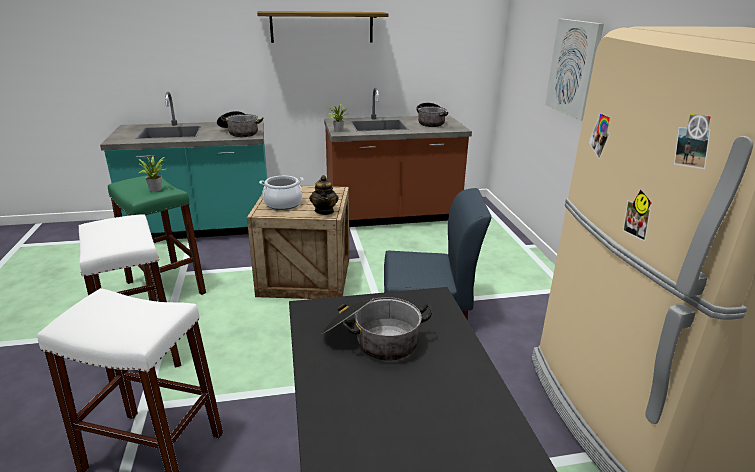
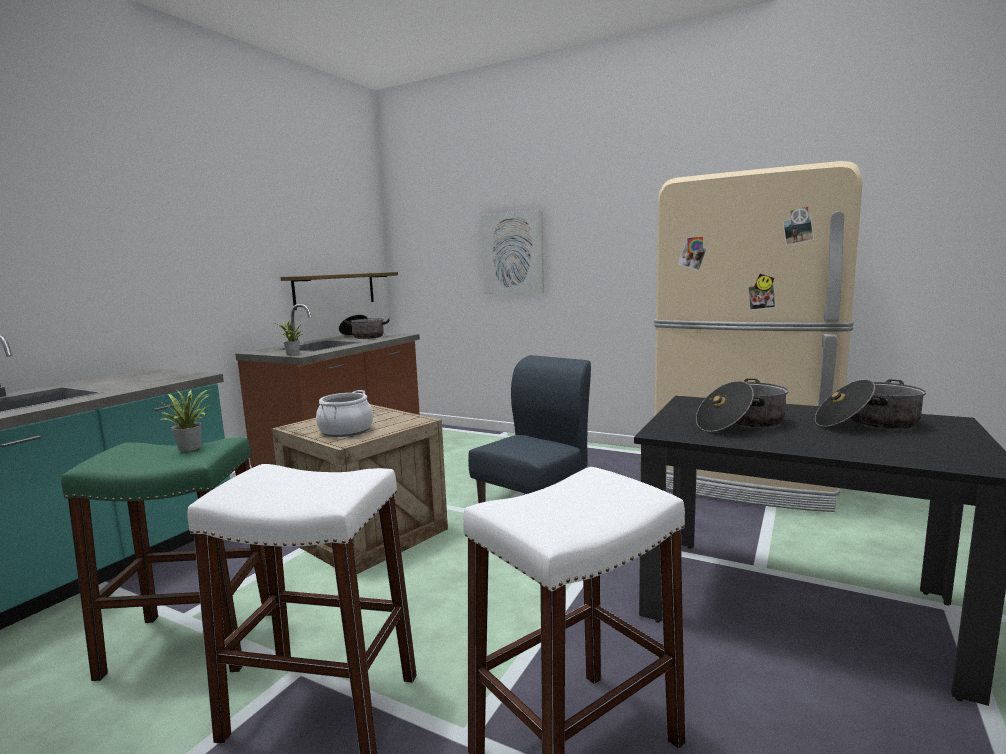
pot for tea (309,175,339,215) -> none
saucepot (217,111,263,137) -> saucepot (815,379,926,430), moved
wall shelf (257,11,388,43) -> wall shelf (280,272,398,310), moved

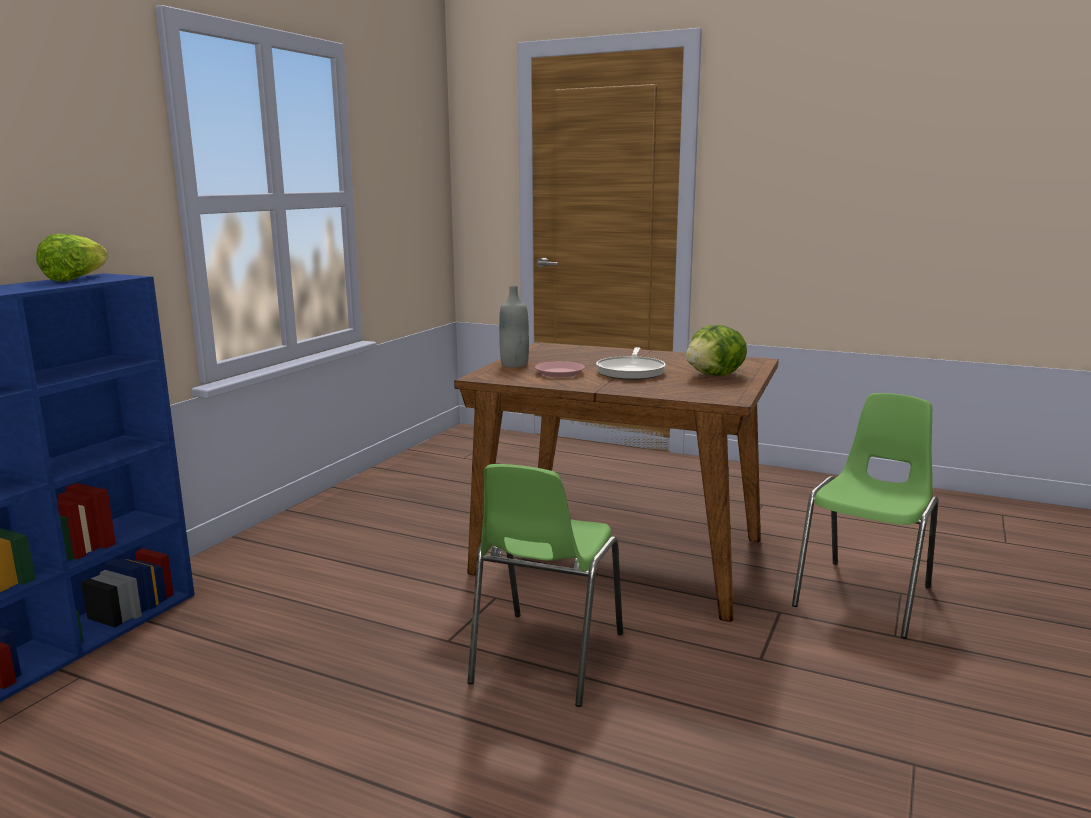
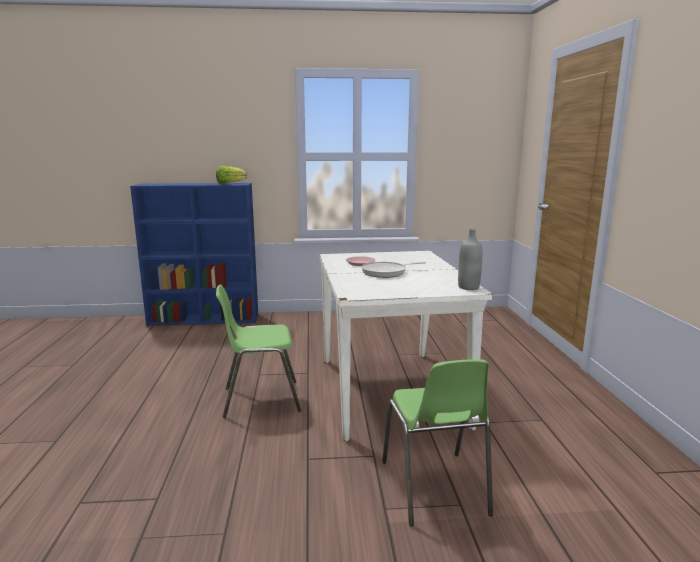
lettuce (685,325,747,376) -> none
gray beverage bottle (499,285,529,368) -> gray beverage bottle (458,229,482,290), moved
brown-coloured dinner table (454,342,779,622) -> whitish dinner table (319,251,493,441)
green-coloured chair (792,393,938,639) -> green-coloured chair (382,359,493,526), 75 degrees clockwise

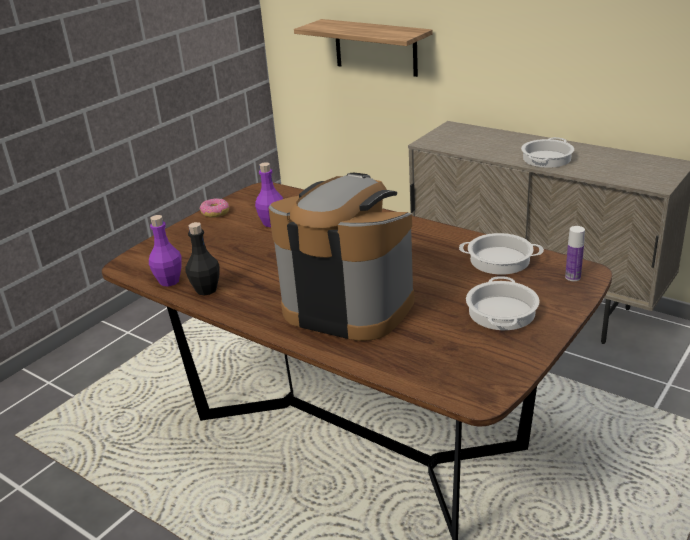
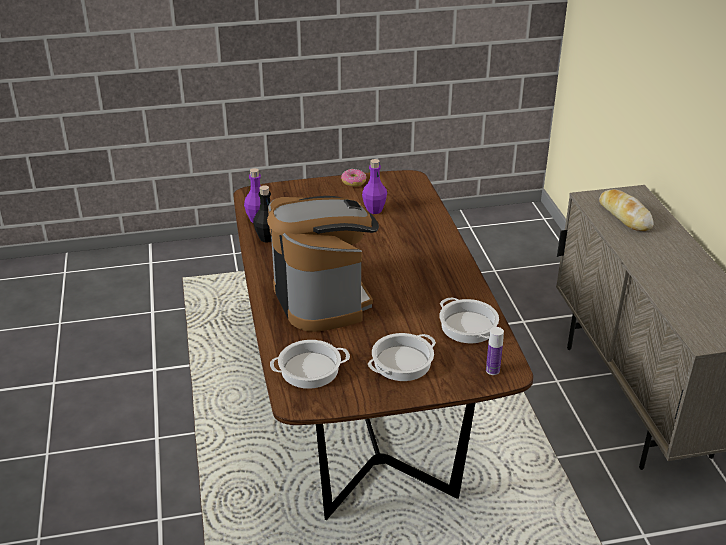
wall shelf (294,19,433,77) -> none
none -> bakery bread (599,189,654,231)
saucepot (521,137,574,168) -> saucepot (270,340,350,389), moved

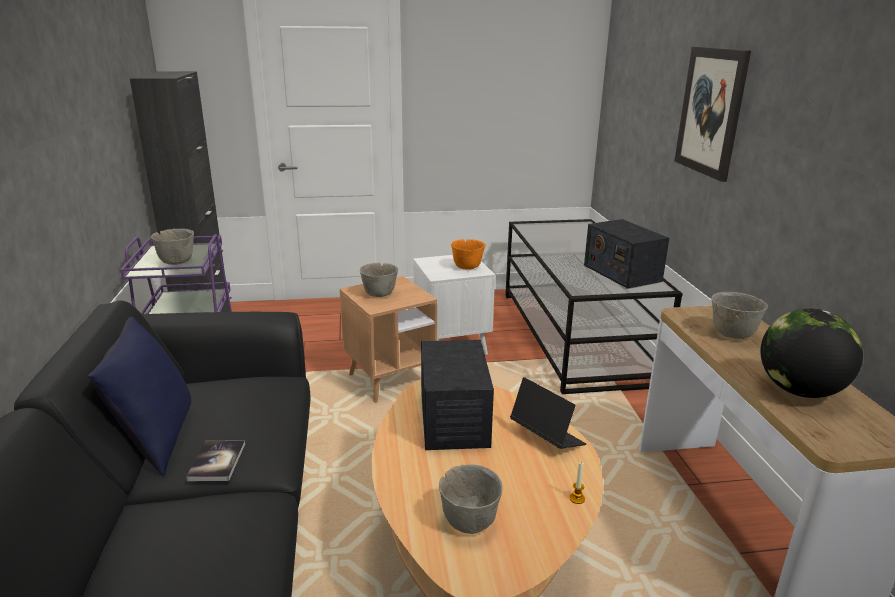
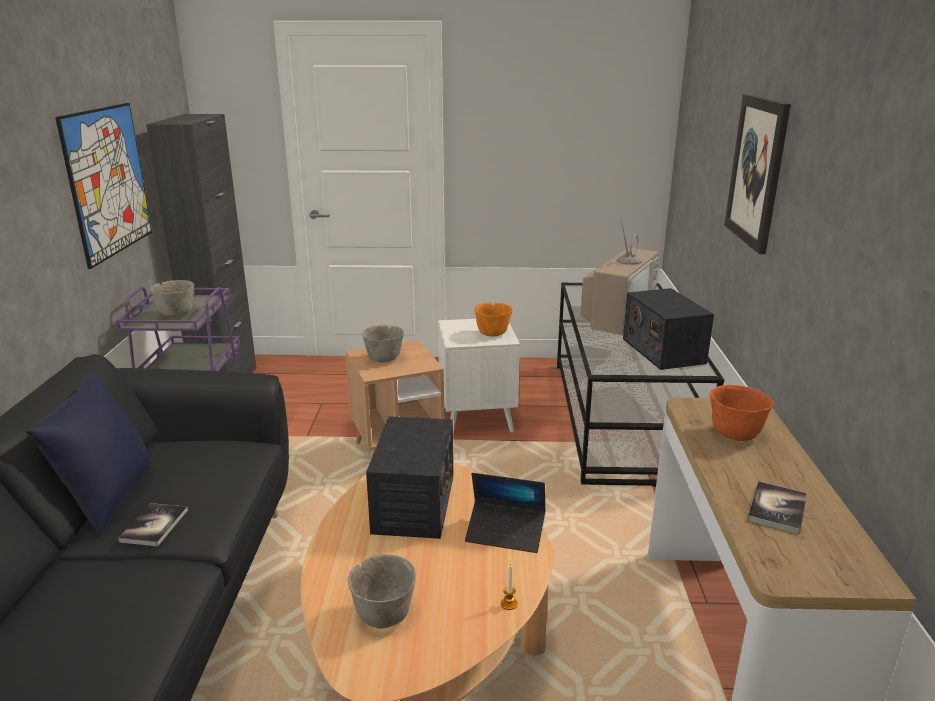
none -> wall picture (55,103,152,269)
none -> television (580,206,659,335)
globe (760,309,863,398) -> book (748,481,807,534)
gray bowl (711,292,768,339) -> orange bowl (710,385,773,441)
notebook computer (510,377,586,449) -> notebook computer (465,473,546,553), 135 degrees clockwise

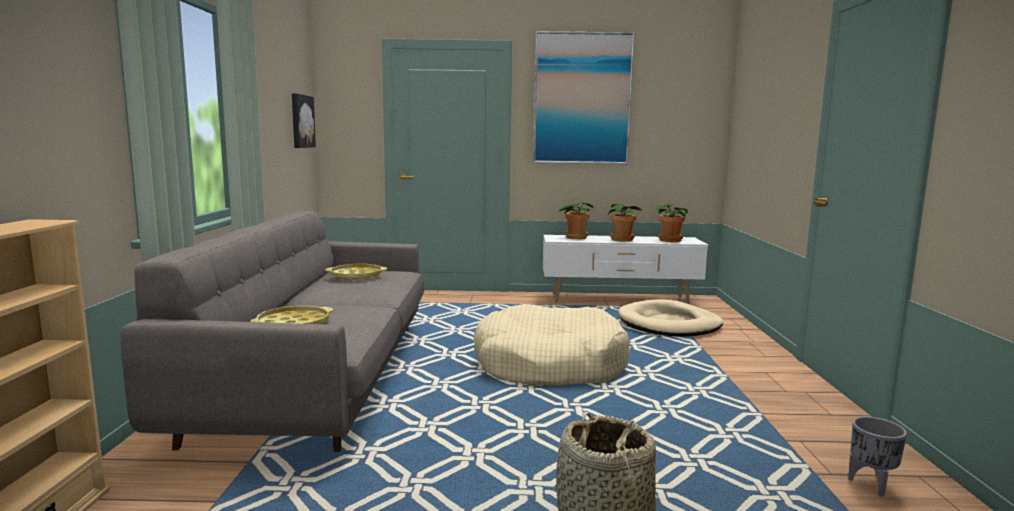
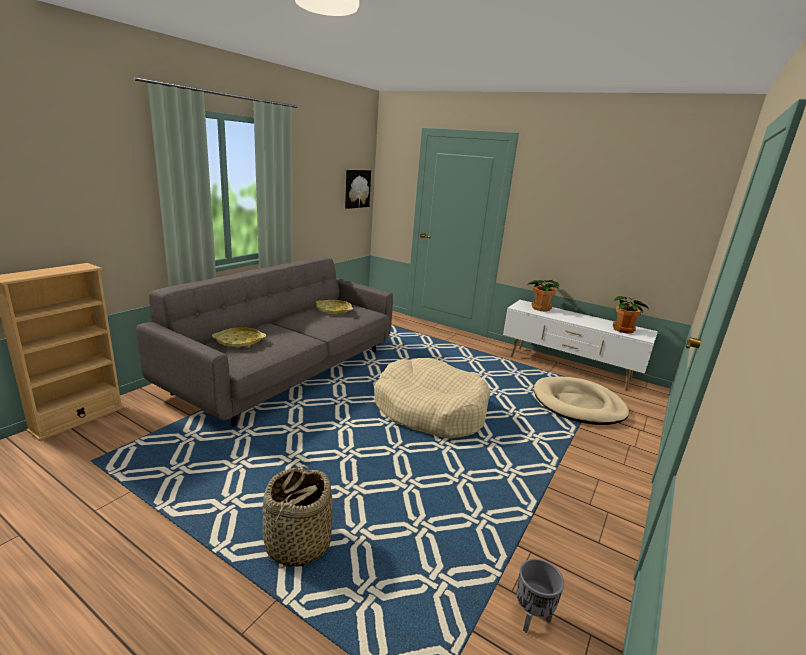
wall picture (533,31,634,164) -> none
houseplant (608,203,642,242) -> none

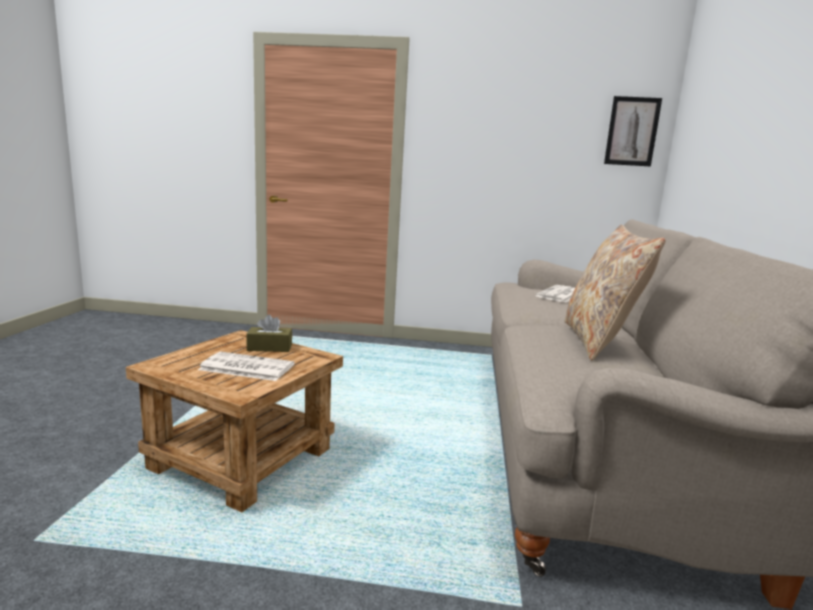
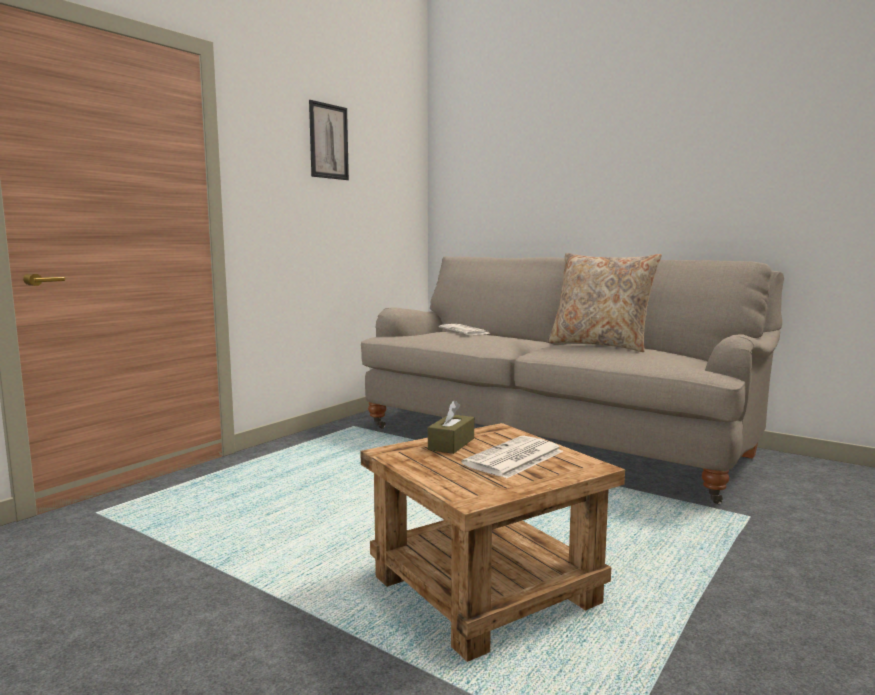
wall picture (604,96,662,166) -> wall picture (309,100,349,180), moved

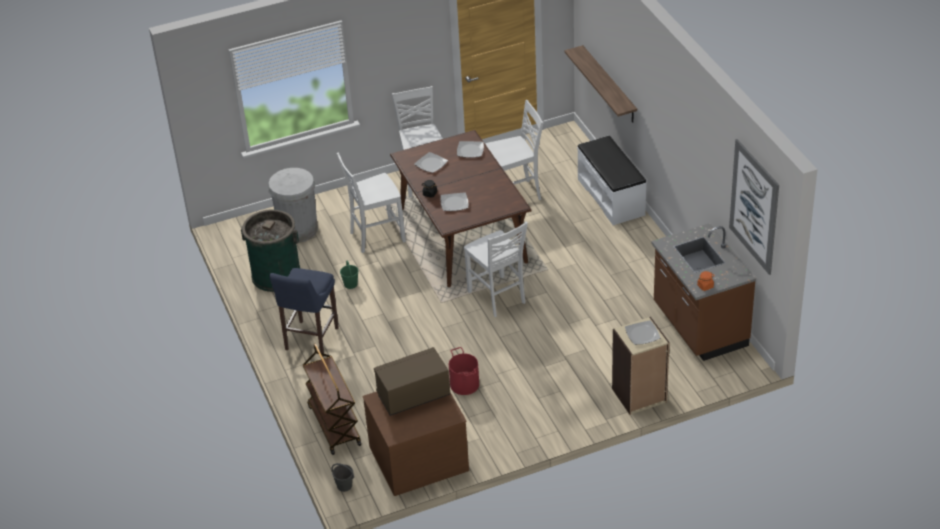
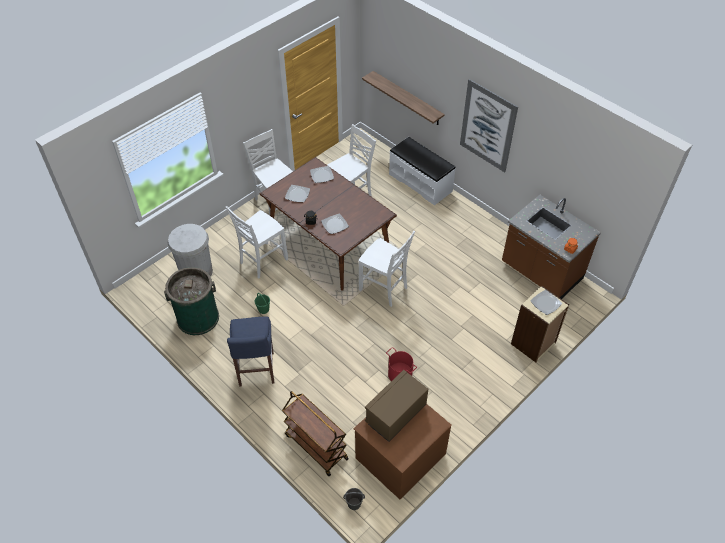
wall picture (729,139,779,275) -> wall picture (460,79,518,172), moved

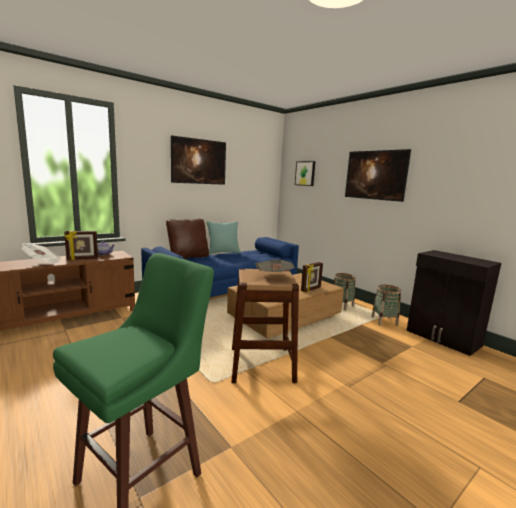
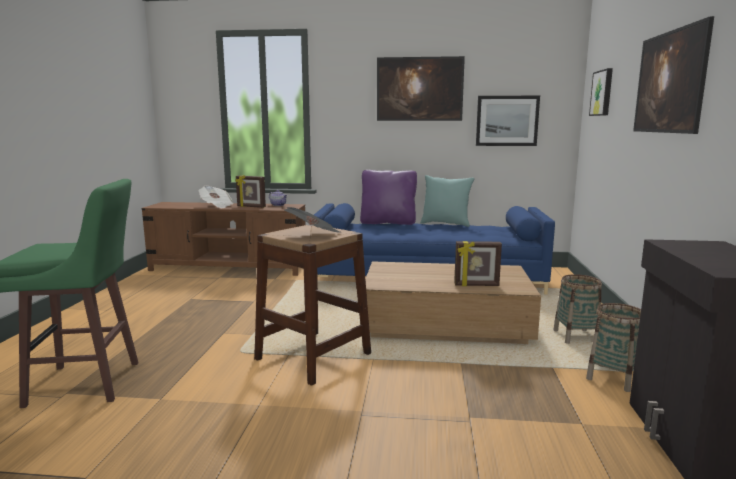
none -> wall picture (476,96,540,146)
brown-coloured throw pillow (166,219,209,259) -> purplish throw pillow (360,170,417,225)

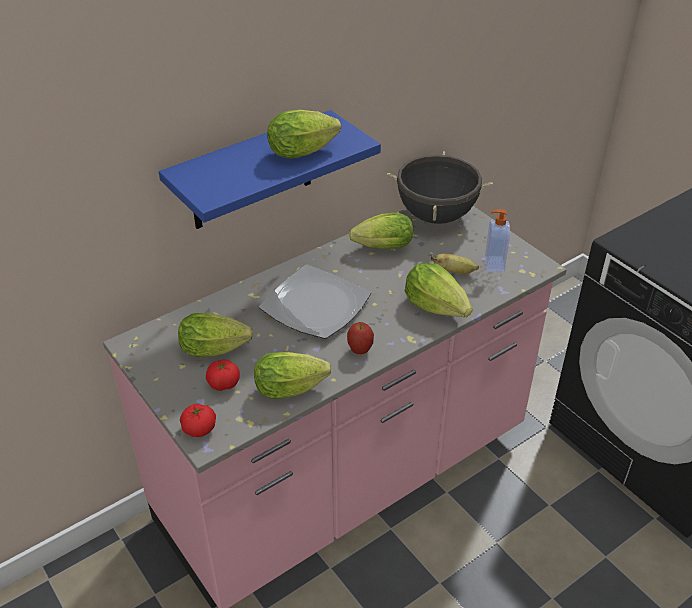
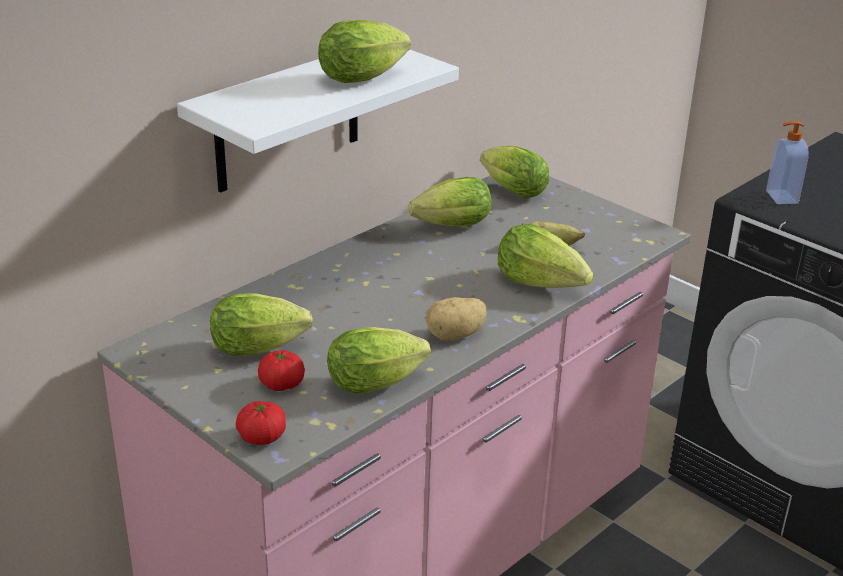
dinner plate (259,265,371,339) -> none
liquid soap bottle (485,209,510,272) -> liquid soap bottle (766,121,809,204), moved
apple fruit (347,322,374,354) -> spud (426,297,486,341)
black saucepot (387,151,493,224) -> lettuce (480,146,549,198)
blue-coloured wall shelf (159,110,381,229) -> whitish wall shelf (177,49,459,193)

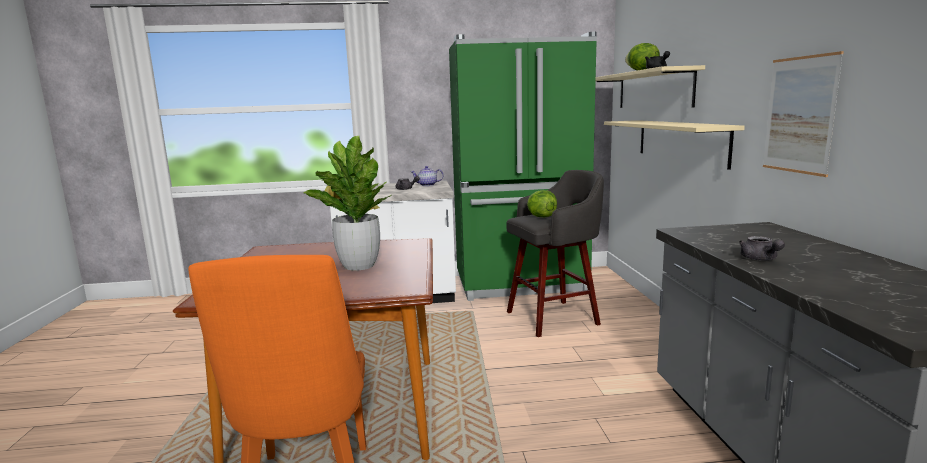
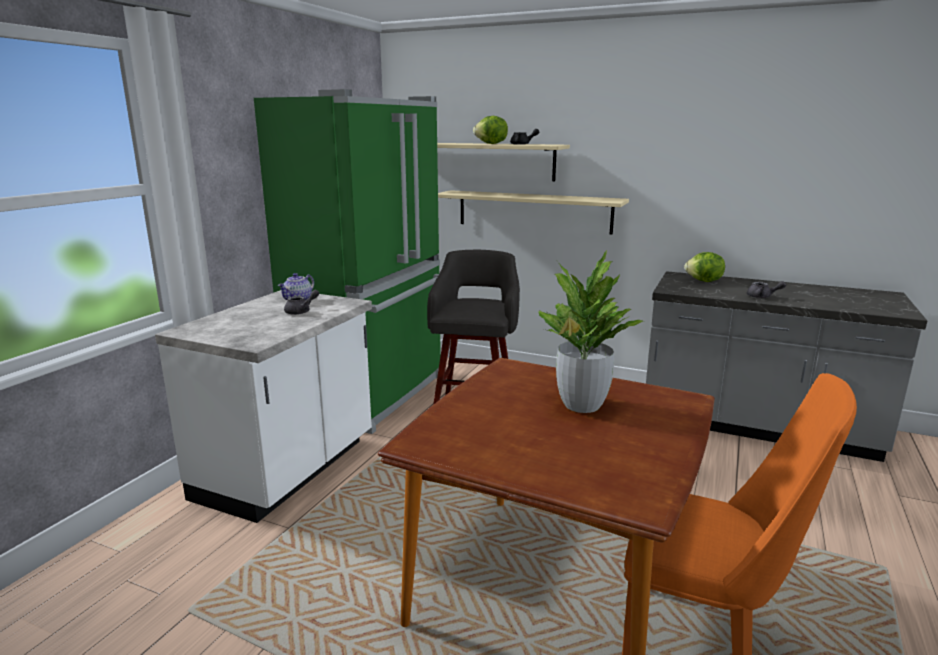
wall picture (763,51,844,177) -> none
lettuce (527,190,557,217) -> lettuce (684,252,725,282), moved

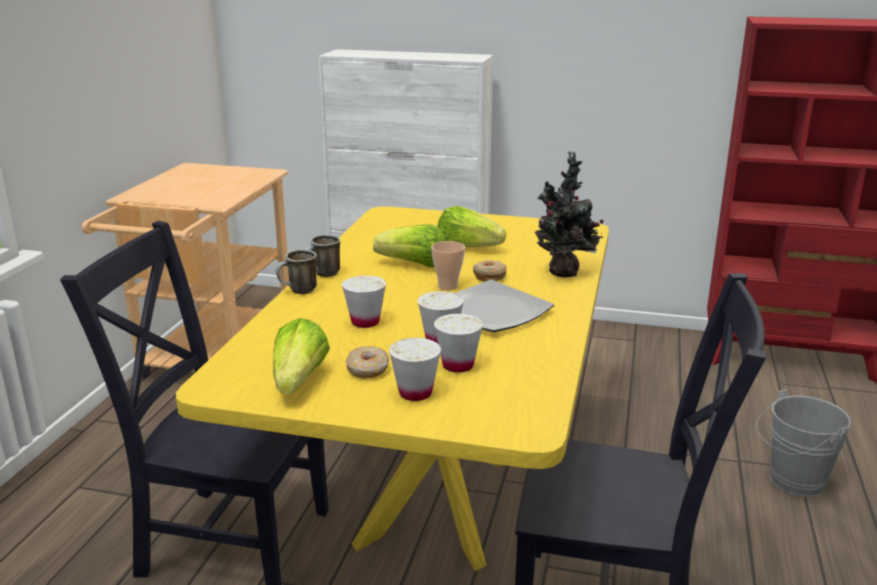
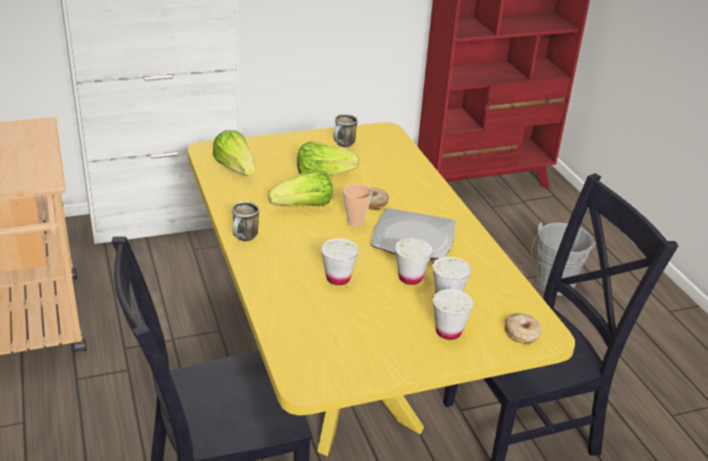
houseplant (535,151,603,277) -> none
lettuce (273,318,330,394) -> lettuce (213,130,255,175), moved
coffee mug (276,249,317,294) -> coffee mug (333,114,358,147), moved
doughnut (346,346,389,379) -> doughnut (505,313,541,344), moved

